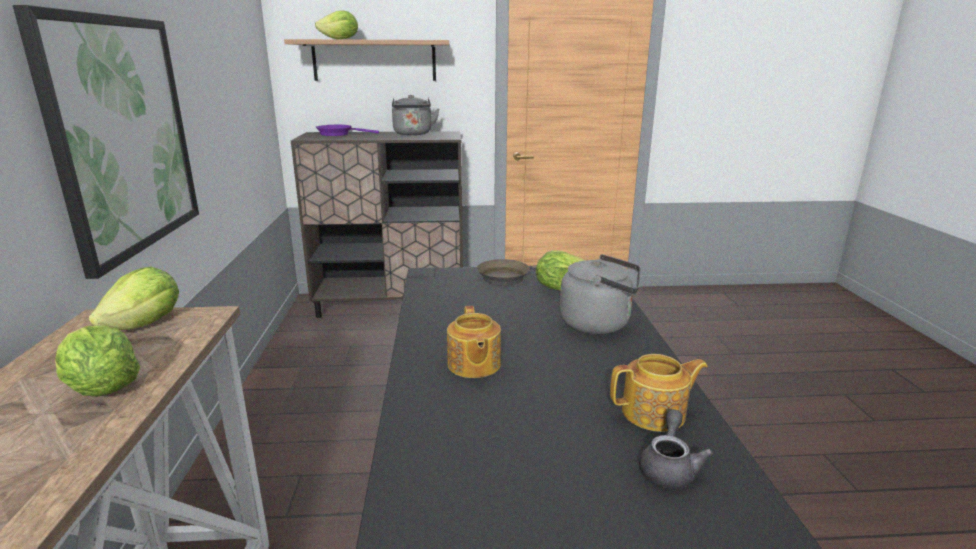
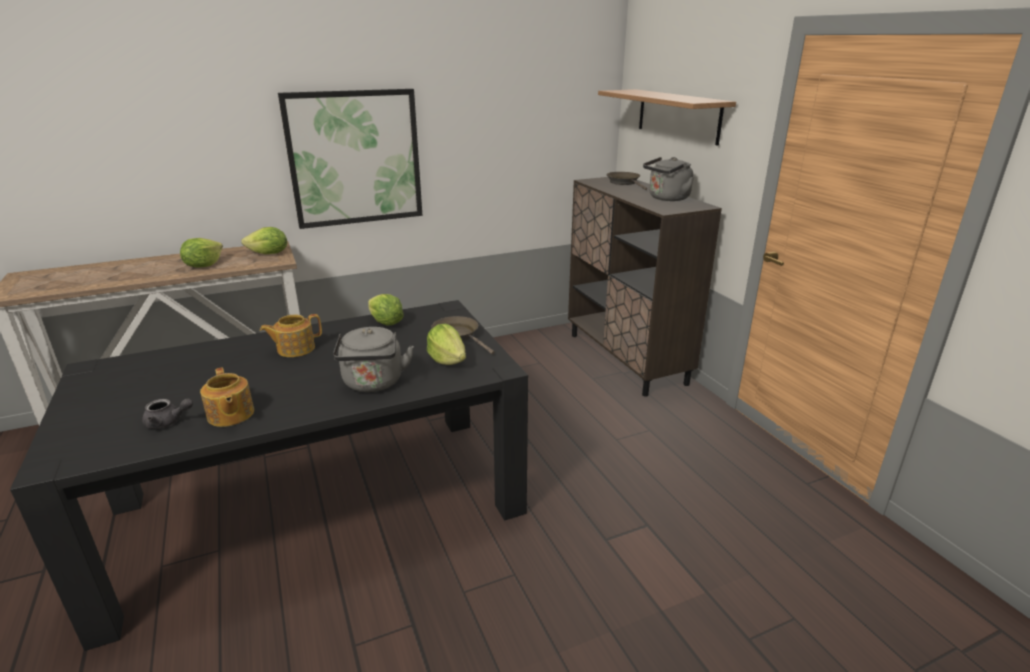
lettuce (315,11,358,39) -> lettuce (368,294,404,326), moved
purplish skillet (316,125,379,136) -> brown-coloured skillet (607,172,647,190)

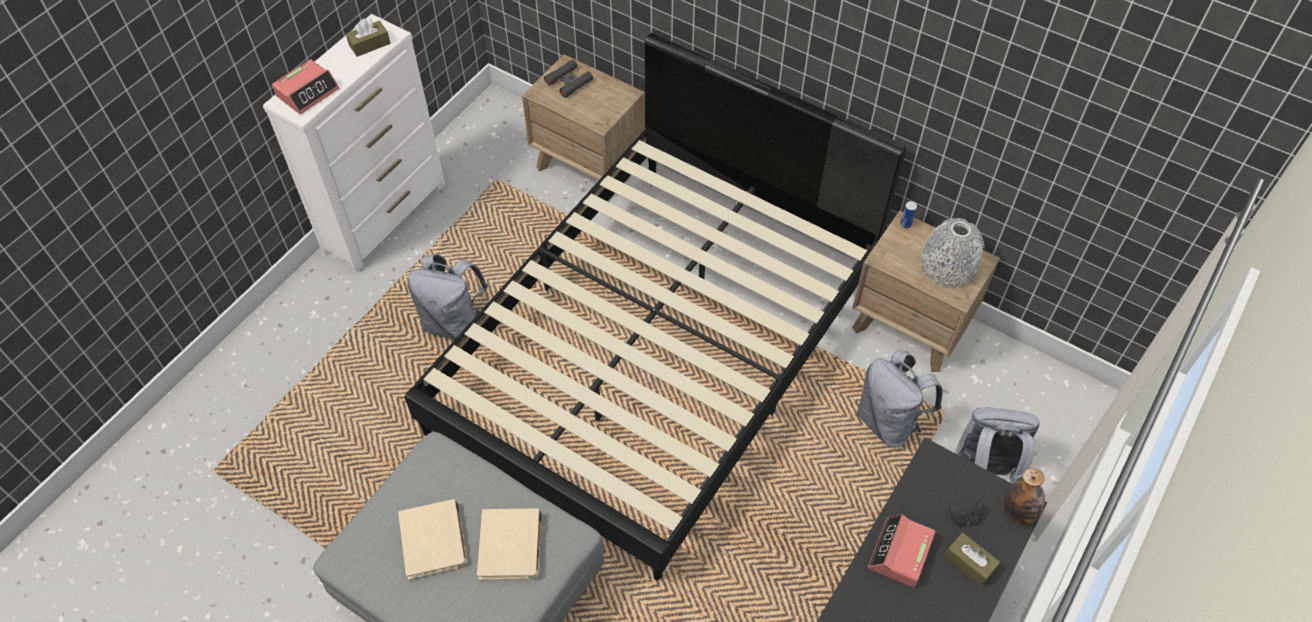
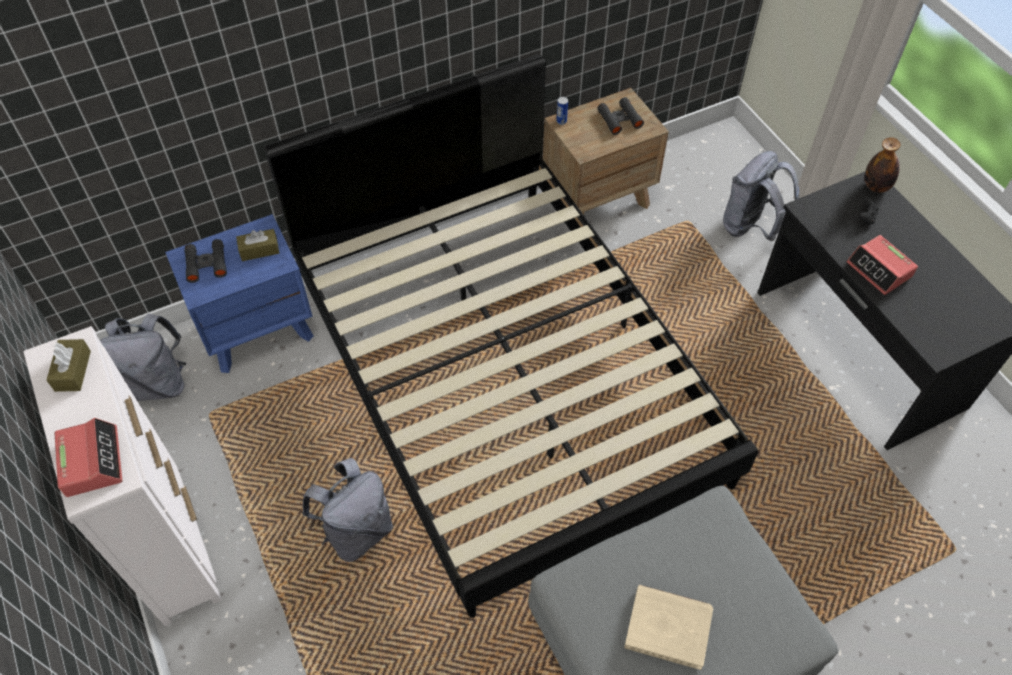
sand-coloured book (477,509,542,580) -> none
gray rucksack (857,350,943,448) -> gray rucksack (100,314,186,401), moved
brown-coloured tissue holder (944,532,1000,586) -> brown-coloured tissue holder (236,229,279,261), moved
gray vase (921,218,985,288) -> black field glasses (598,97,644,135)
brown-coloured nightstand (522,54,645,180) -> blue-coloured nightstand (165,214,314,373)

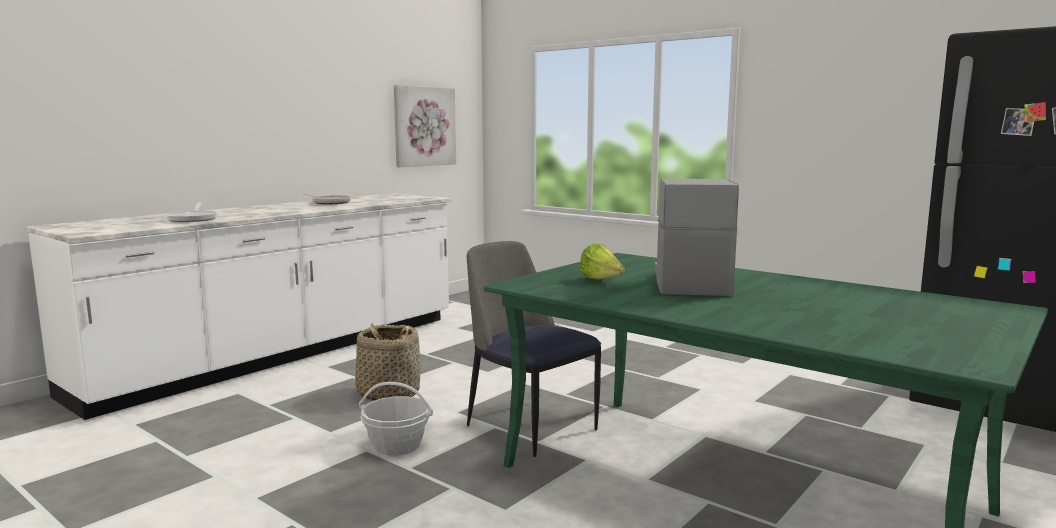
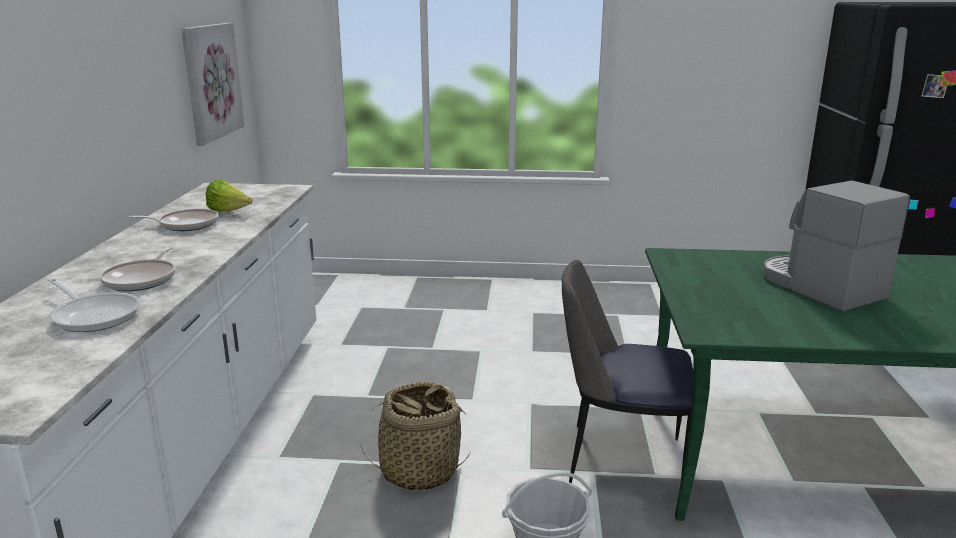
none -> skillet (100,246,175,291)
lettuce (580,243,626,280) -> lettuce (206,180,252,211), moved

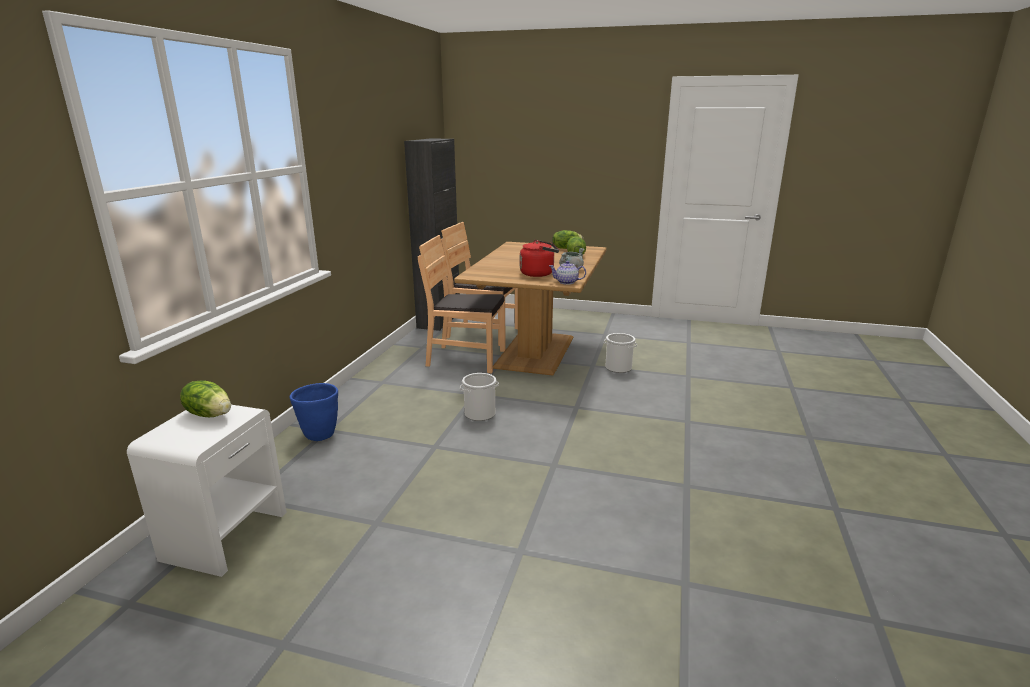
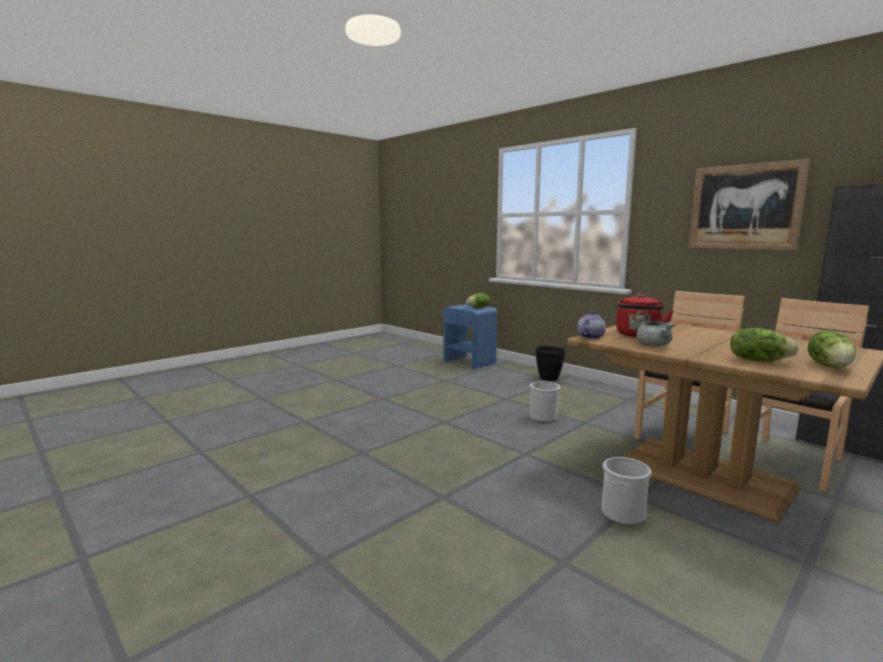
none -> wall picture (688,159,810,250)
whitish nightstand (127,405,287,577) -> blue-coloured nightstand (443,304,497,370)
blue-coloured plant pot (290,383,338,441) -> black plant pot (536,346,566,381)

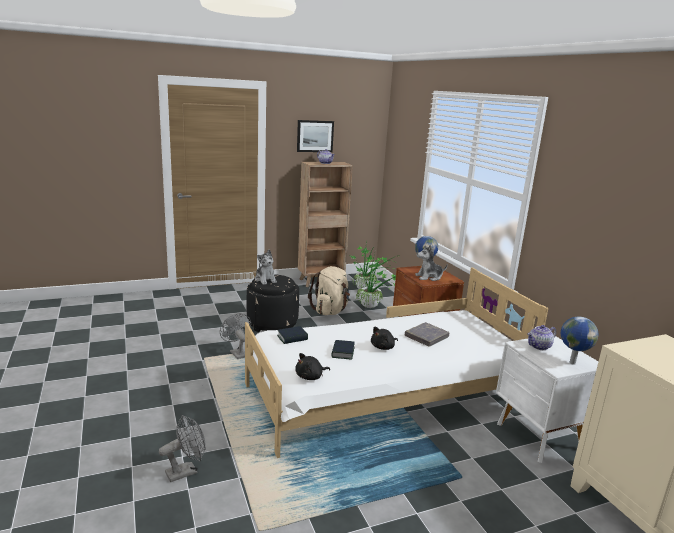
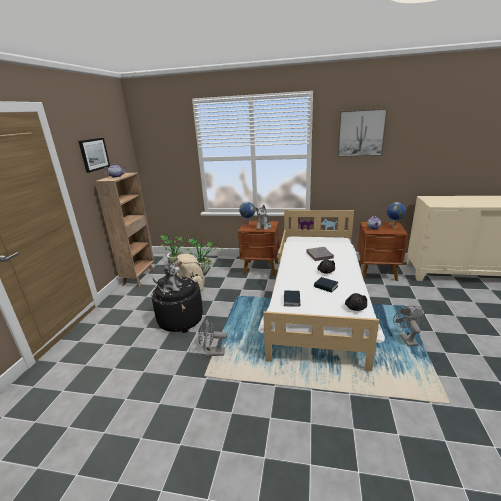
none -> wall picture (337,109,388,157)
gray fan (159,415,206,482) -> gray fan (393,306,425,346), moved
whitish nightstand (496,336,598,463) -> brown-coloured nightstand (358,222,408,281)

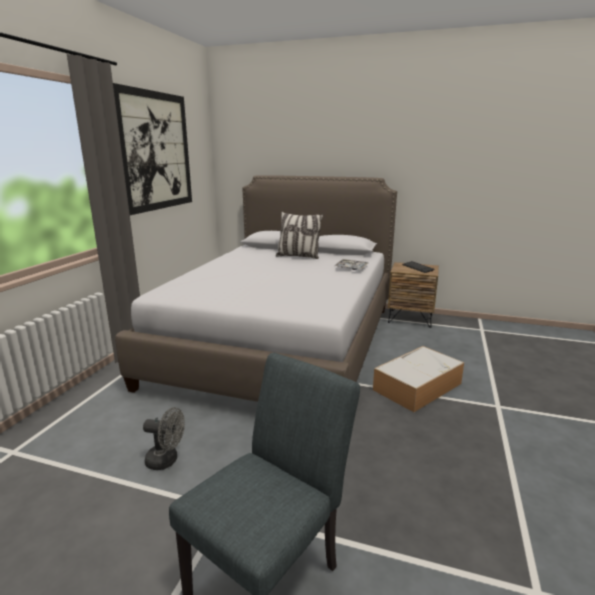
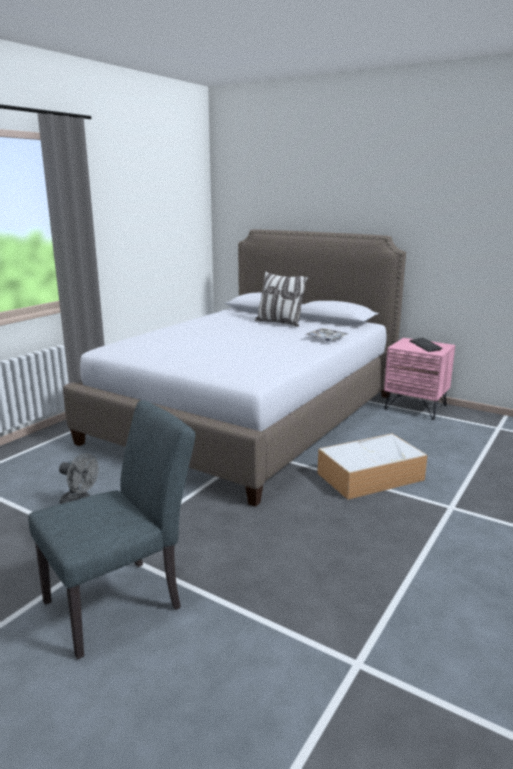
wall picture (113,83,192,215) -> none
brown-coloured nightstand (388,262,439,328) -> pinkish nightstand (384,338,455,419)

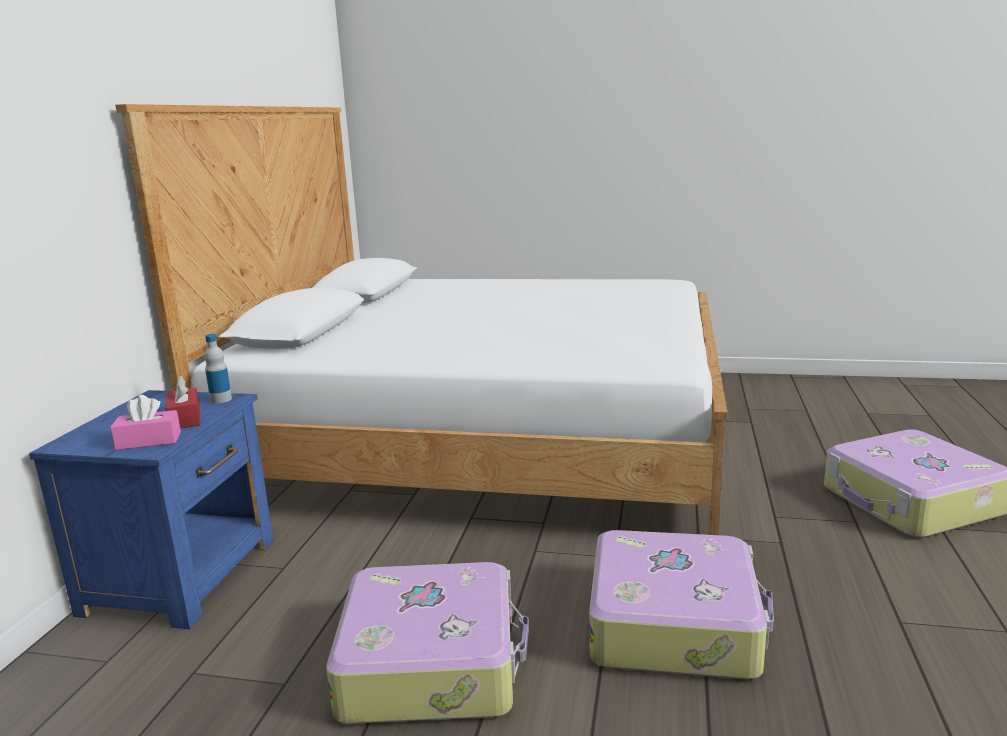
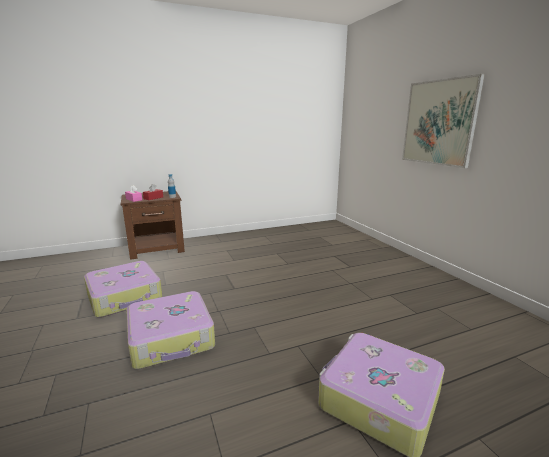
sleeping bed (115,104,727,535) -> none
none -> wall picture (402,74,485,168)
blue-coloured nightstand (29,390,273,629) -> brown-coloured nightstand (121,191,185,260)

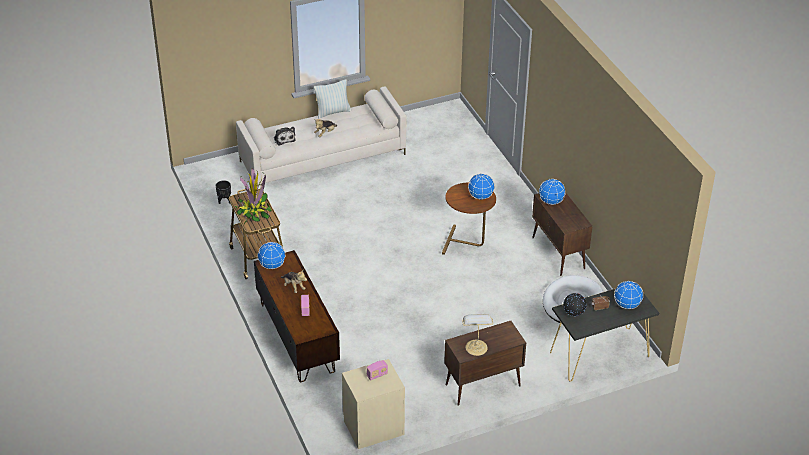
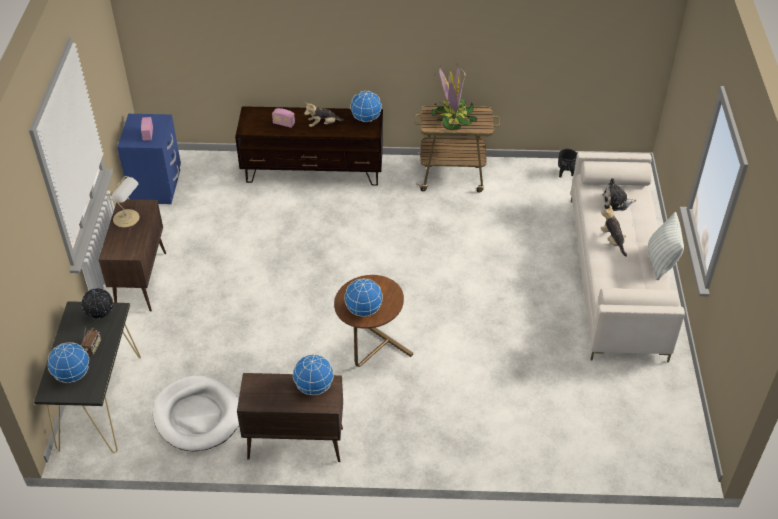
sand-coloured nightstand (342,359,405,449) -> blue-coloured nightstand (117,114,181,204)

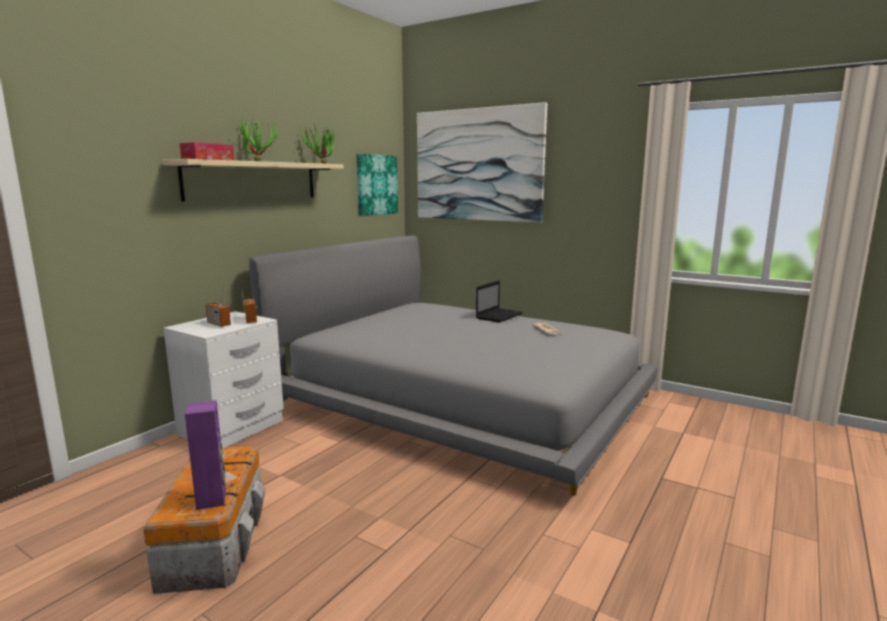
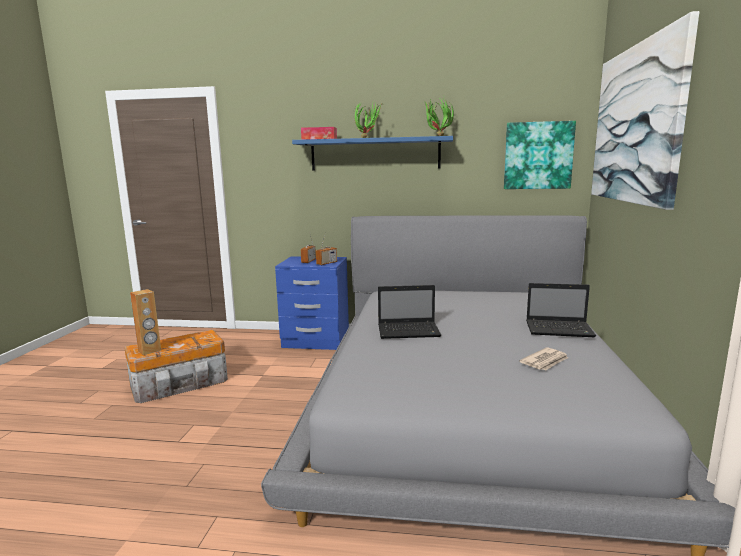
none -> notebook computer (378,285,441,339)
sand-coloured wall shelf (162,159,344,201) -> blue-coloured wall shelf (292,136,453,171)
whitish nightstand (163,311,284,448) -> blue-coloured nightstand (275,256,349,350)
purplish audio speaker (185,400,226,510) -> brown-coloured audio speaker (130,289,161,355)

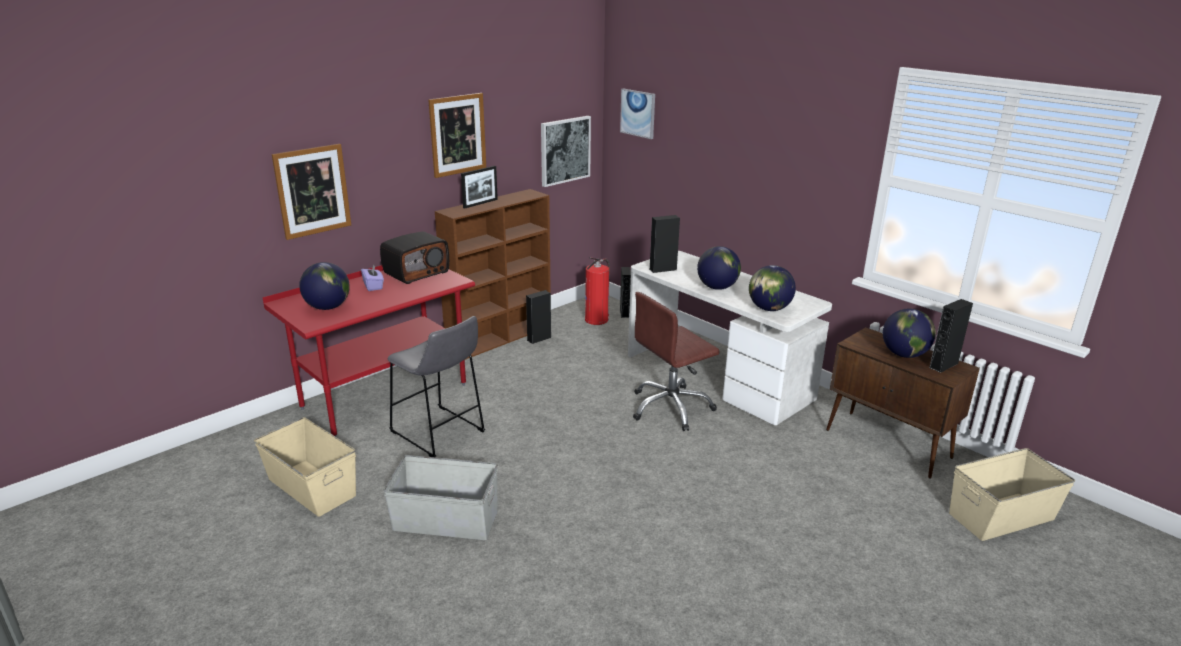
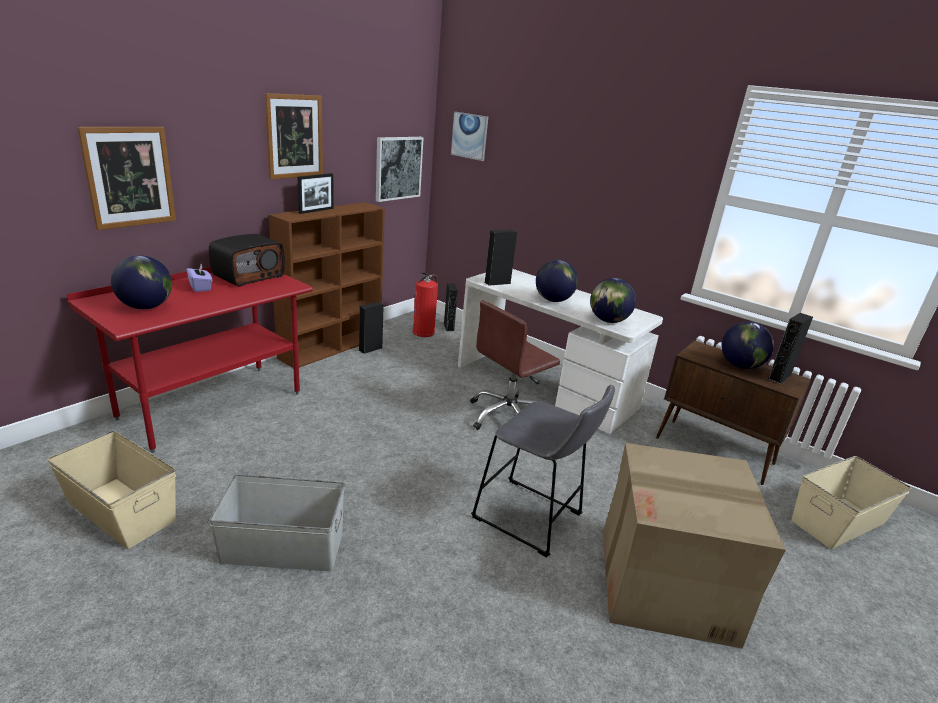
none -> packing box (603,443,786,649)
gray sitting stool (387,316,485,458) -> gray sitting stool (471,385,615,557), moved

